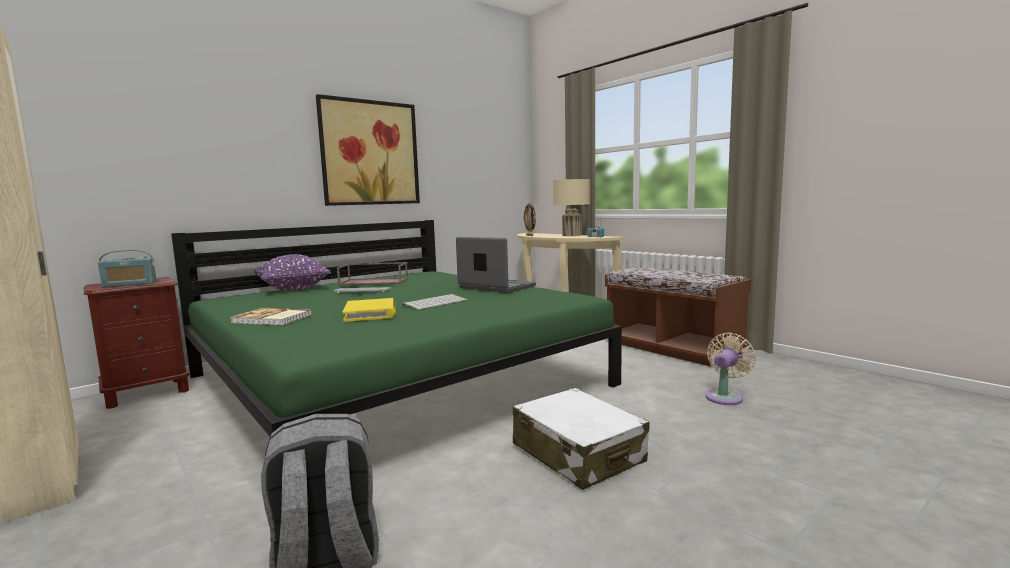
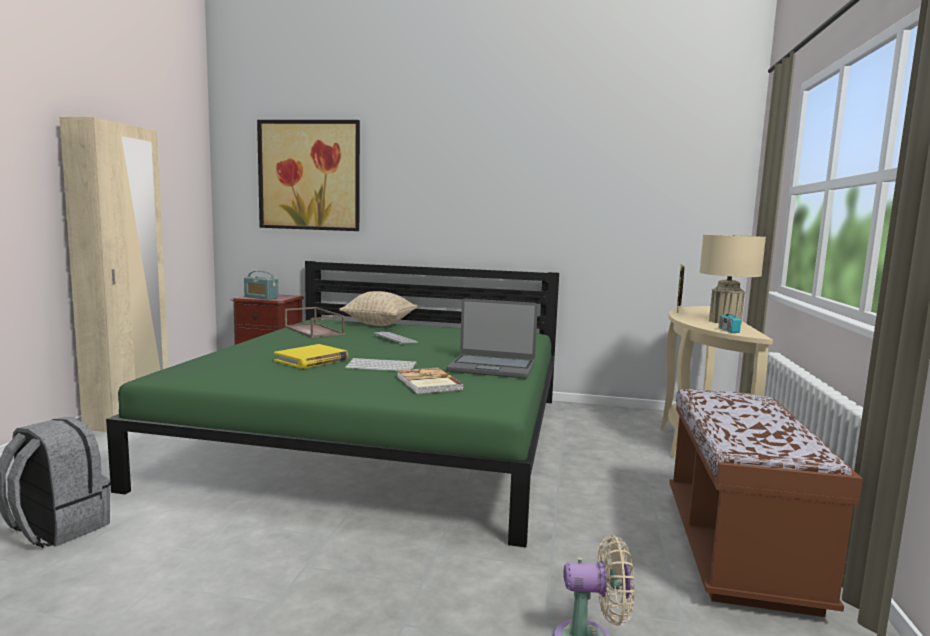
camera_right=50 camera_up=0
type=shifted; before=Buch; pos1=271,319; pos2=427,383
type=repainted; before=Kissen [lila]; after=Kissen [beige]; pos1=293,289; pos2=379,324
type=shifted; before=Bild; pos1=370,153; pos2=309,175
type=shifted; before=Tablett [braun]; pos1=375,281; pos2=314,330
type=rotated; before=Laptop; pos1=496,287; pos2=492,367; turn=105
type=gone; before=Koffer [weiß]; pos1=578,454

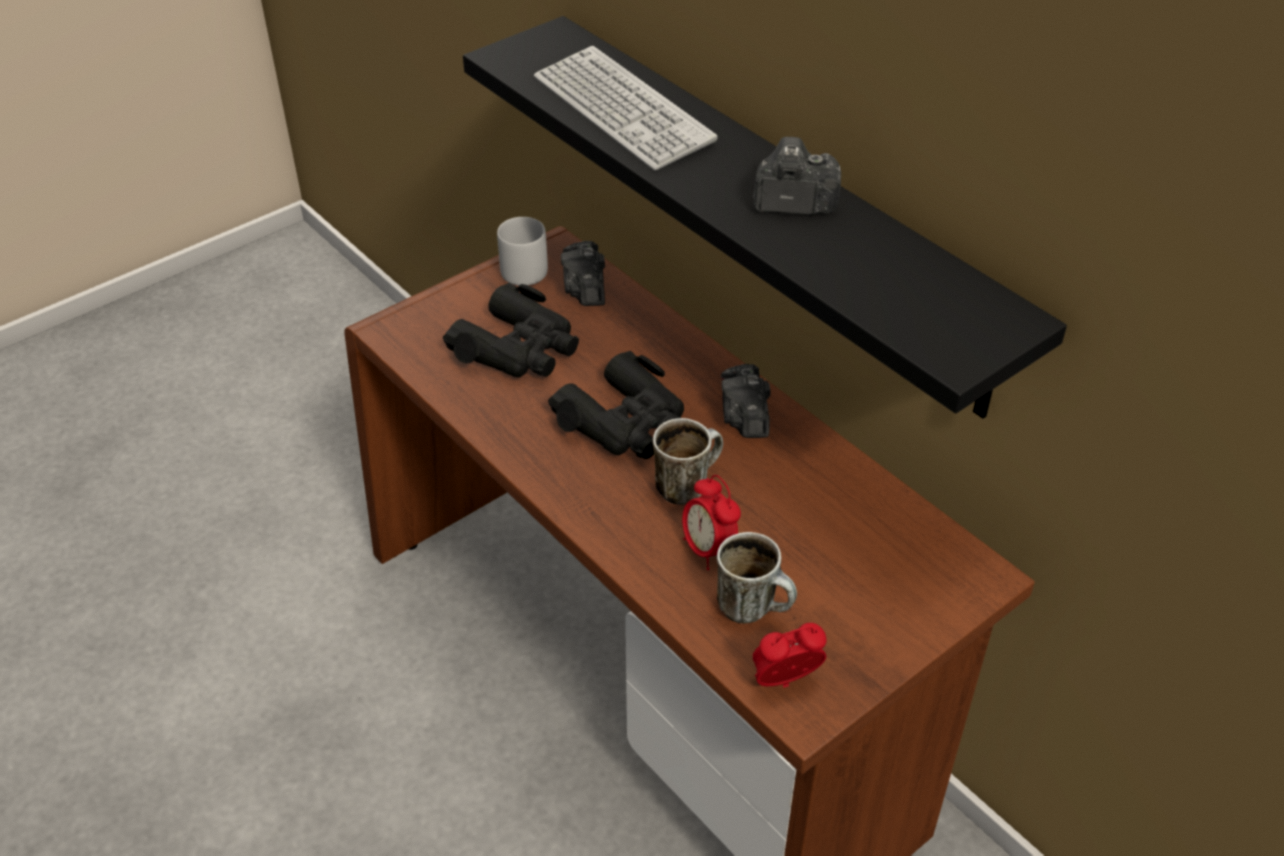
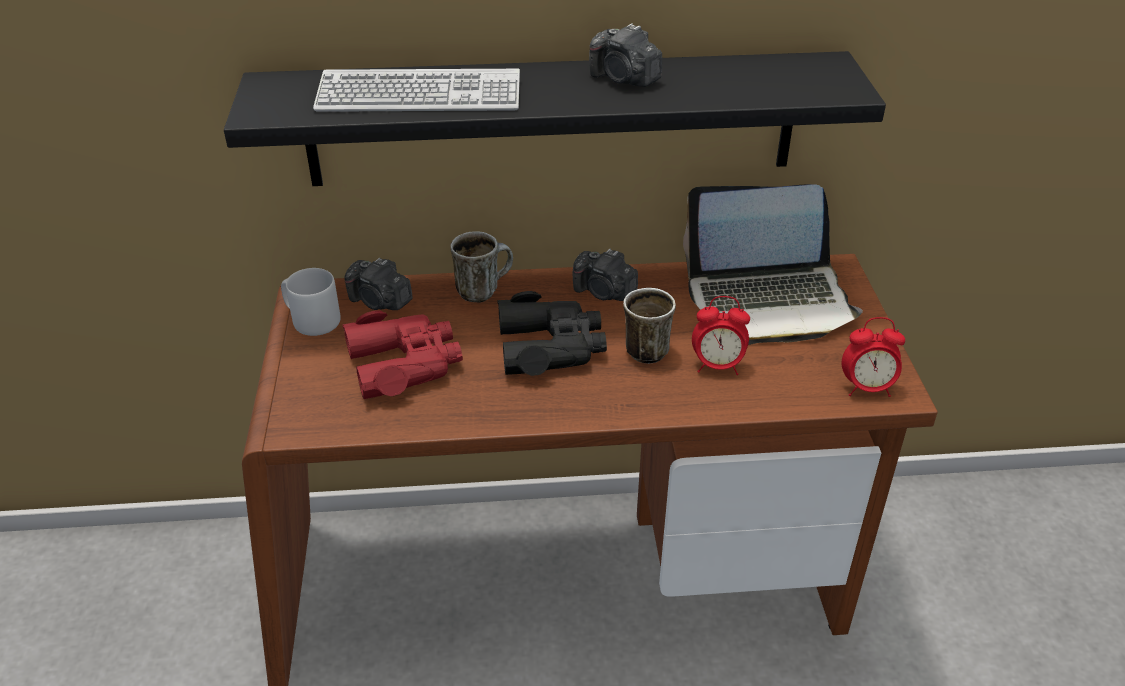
camera_right=-55 camera_up=-5
type=repainted; before=Fernglas [schwarz]; after=Fernglas [rot]; pos1=518,348; pos2=404,364
type=shifted; before=Henkelbecher; pos1=754,608; pos2=483,290
type=rotated; before=Kamera; pos1=793,203; pos2=624,79; turn=-90
type=rotated; before=Wecker; pos1=784,683; pos2=866,388; turn=-105
type=new; after=Laptop; pos2=769,301

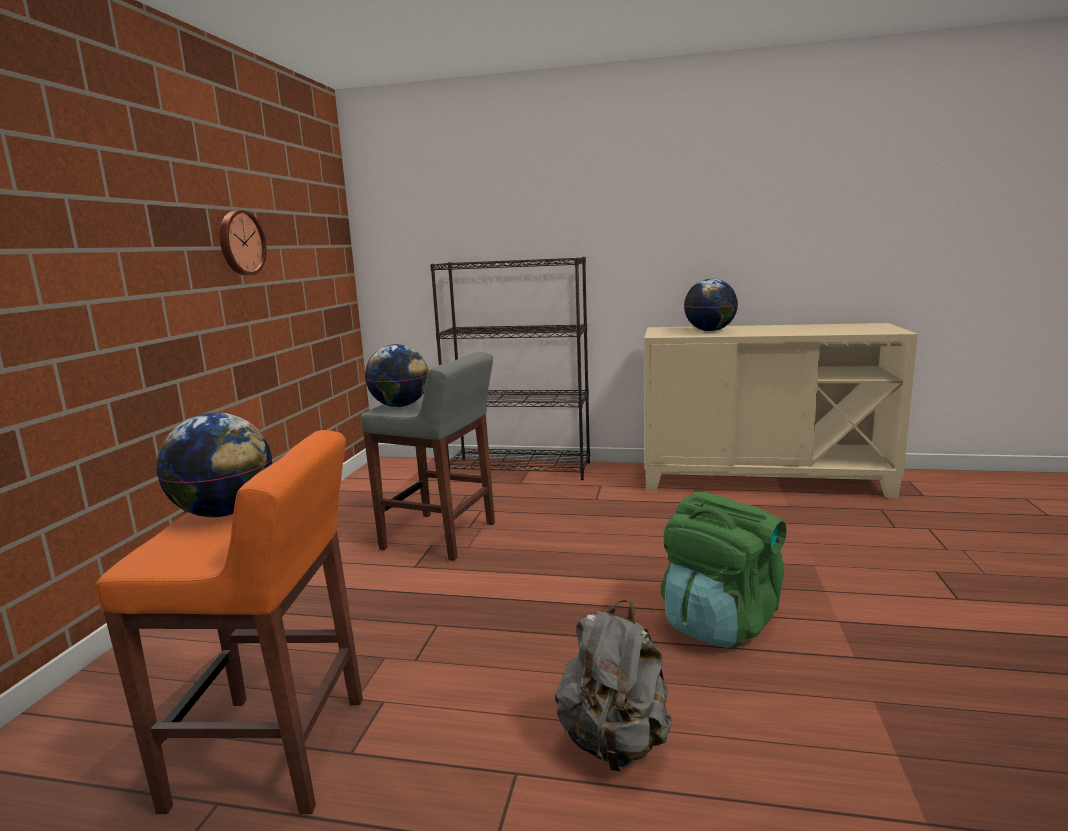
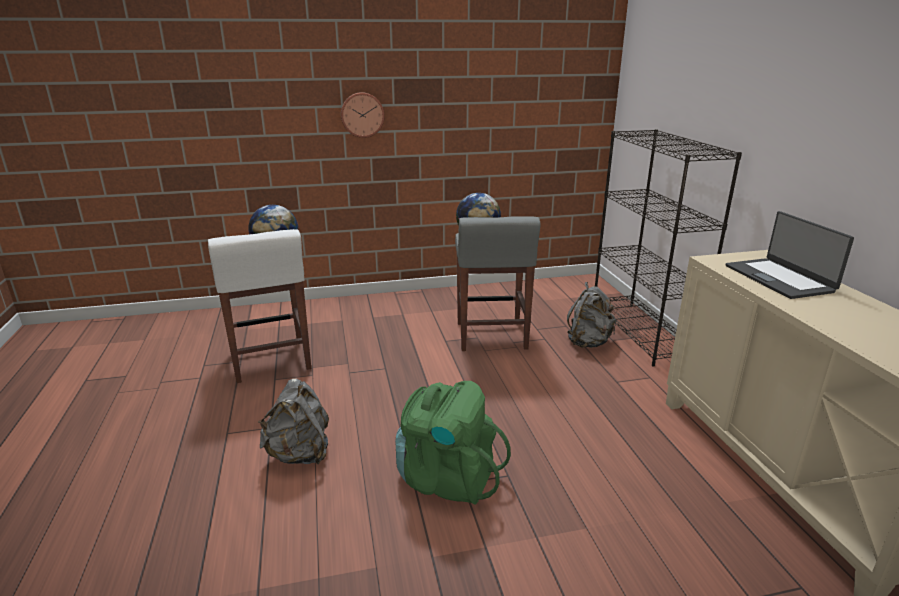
camera_right=65 camera_up=10
type=repainted; before=Hocker [orange]; after=Hocker [weiß]; pos1=273,752; pos2=270,361
type=shifted; before=Wanduhr; pos1=240,243; pos2=362,114
type=swapped; before=Globus; after=Laptop; pos1=710,331; pos2=779,278
type=new; after=Rucksack [grau]; pos2=588,342

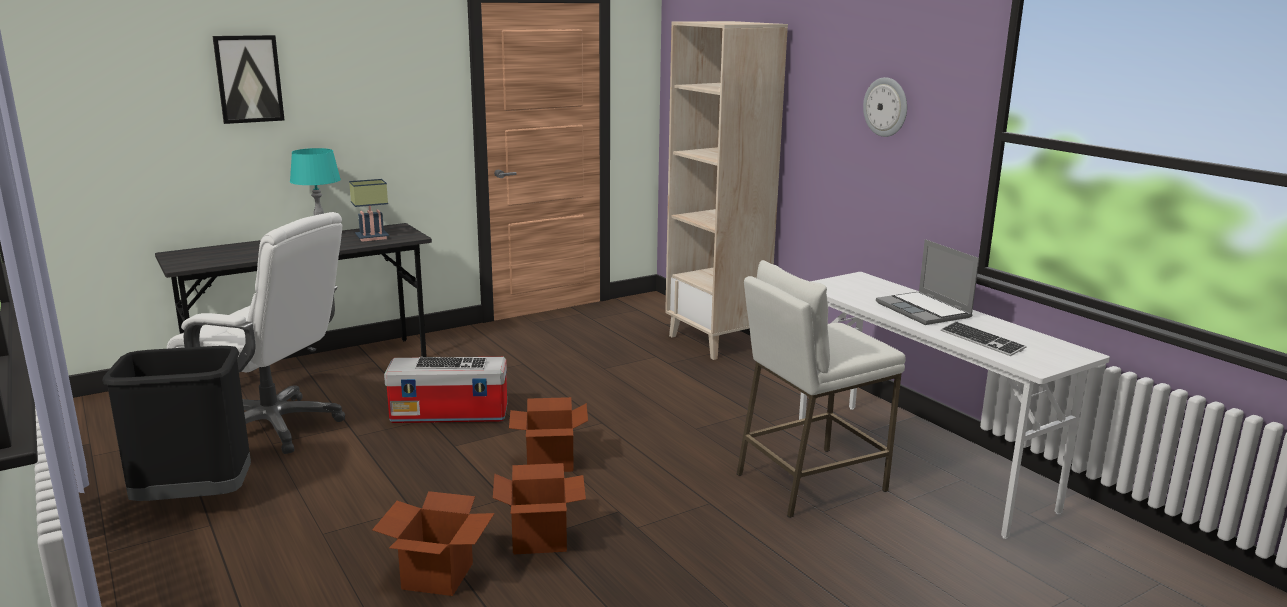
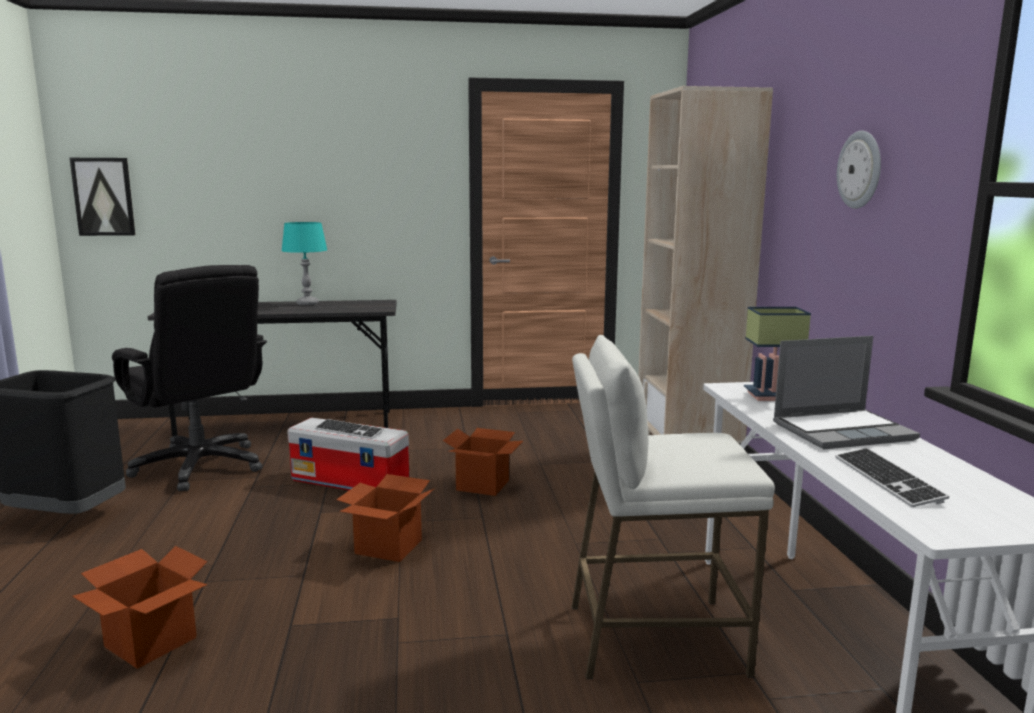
camera_right=25 camera_up=-5
type=repainted; before=Bürostuhl [weiß]; after=Bürostuhl [schwarz]; pos1=273,427; pos2=200,466
type=shifted; before=Bild; pos1=248,79; pos2=103,196
type=shifted; before=Tischlampe; pos1=373,237; pos2=772,395
type=shifted; before=Karton; pos1=539,539; pos2=482,485
type=rotated; before=Laptop; pos1=924,310; pos2=843,431; turn=-105

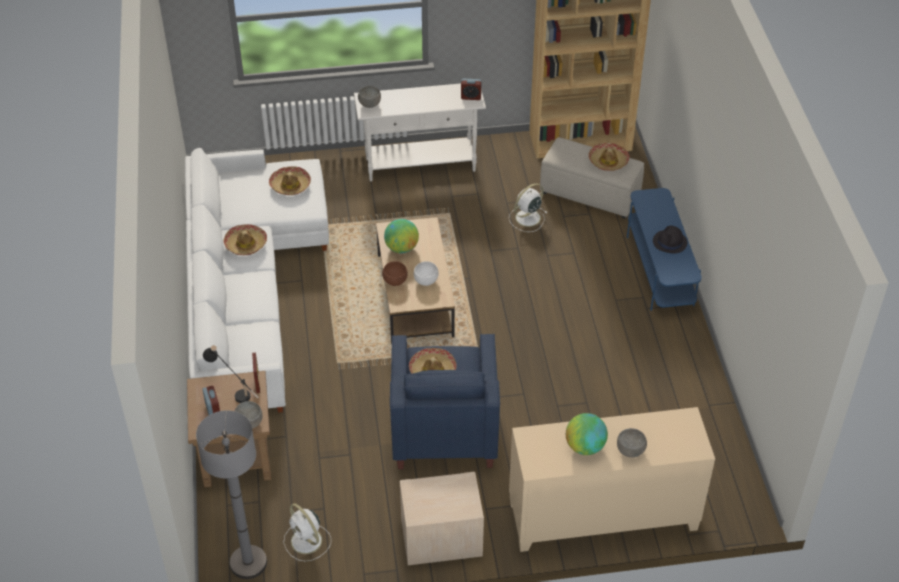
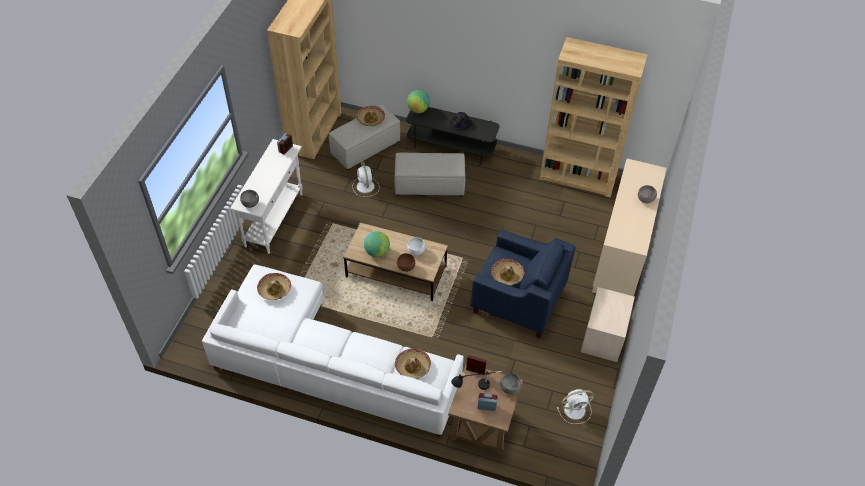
camera_right=-65 camera_up=5
type=gone; before=Stehlampe [grau]; pos1=248,563
type=shifted; before=Hut; pos1=246,244; pos2=413,366
type=shifted; before=Globus; pos1=585,447; pos2=418,110
type=repainted; before=Fernsehschrank [blau]; after=Fernsehschrank [grau]; pos1=659,270; pos2=452,146
type=new; after=Polsterhocker [beige]; pos2=430,185
type=new; after=Bücherregal [braun]; pos2=578,177

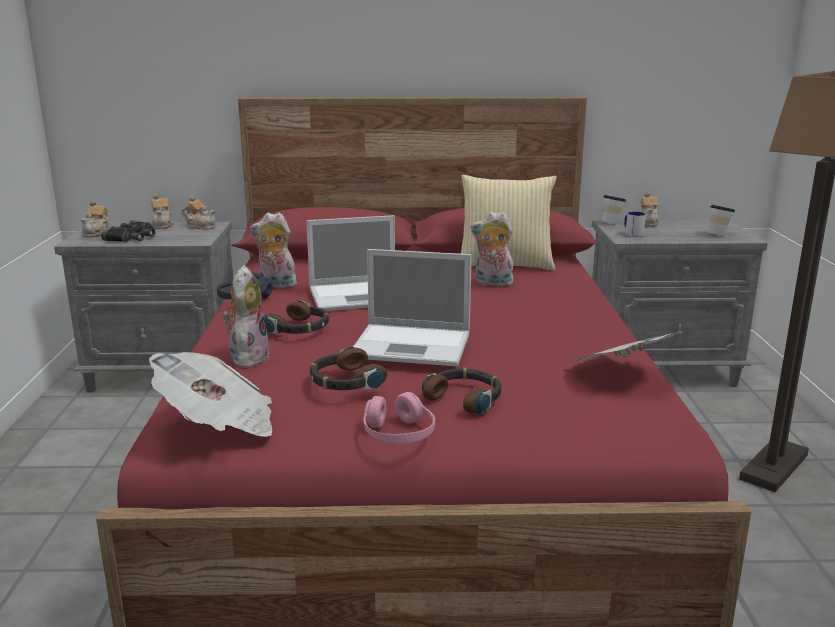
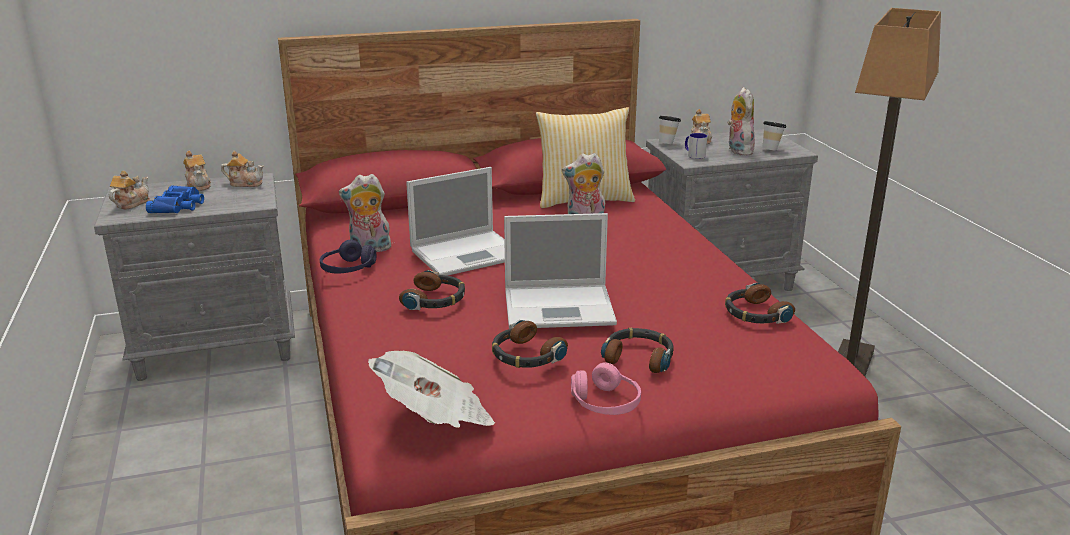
camera_right=-15 camera_up=5
type=rotated; before=Teekanne; pos1=97,233; pos2=131,203; turn=-150
type=repainted; before=Fernglas [schwarz]; after=Fernglas [blau]; pos1=132,237; pos2=178,206
type=shifted; before=Plüschtier; pos1=248,357; pos2=737,150
type=swapped; before=Zeitung; after=Kopfhörer; pos1=618,374; pos2=755,314

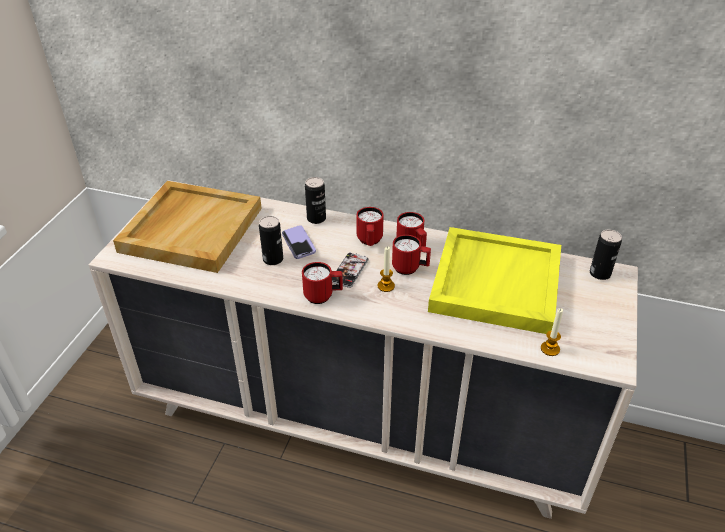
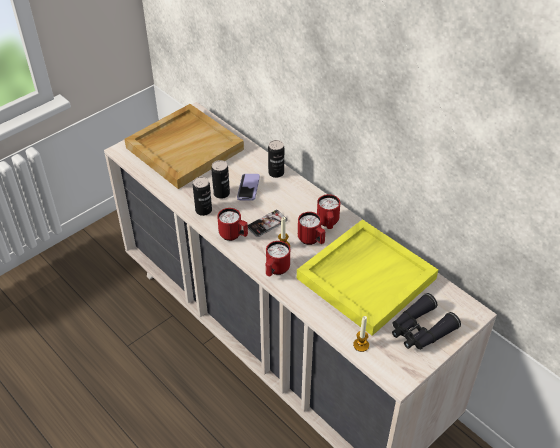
camera_right=30 camera_up=5
type=shifted; before=Henkelbecher [rot]; pos1=369,242; pos2=276,270
type=shifted; before=Dose; pos1=600,273; pos2=203,210
type=new; after=Fernglas [schwarz]; pos2=420,330

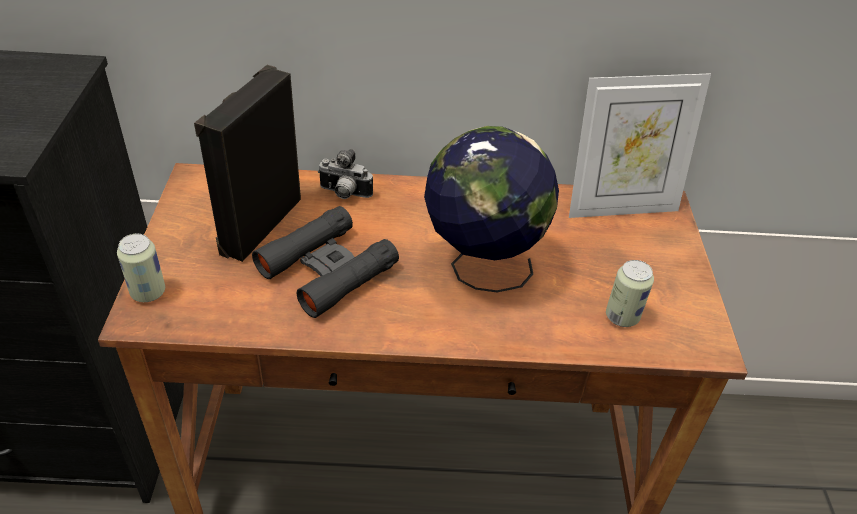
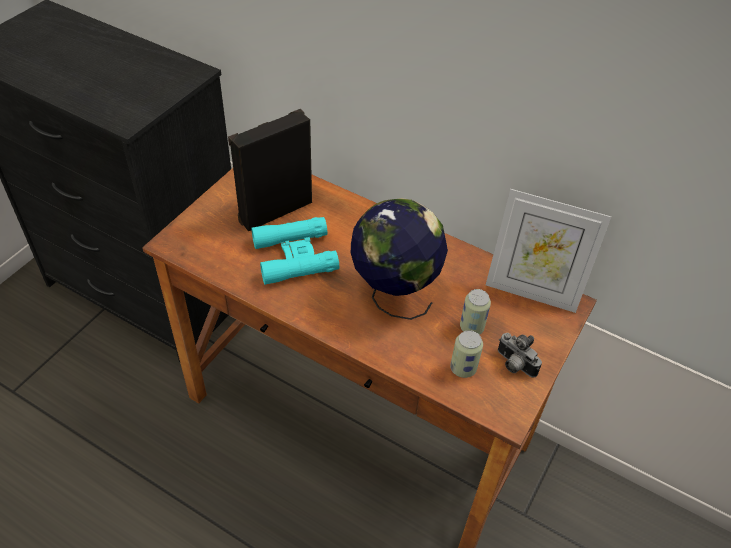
camera_right=30 camera_up=5
type=shifted; before=Dose; pos1=148,292; pos2=471,327
type=repainted; before=Fernglas [schwarz]; after=Fernglas [türkis]; pos1=327,269; pos2=295,256
type=shifted; before=Kamera; pos1=344,194; pos2=514,365

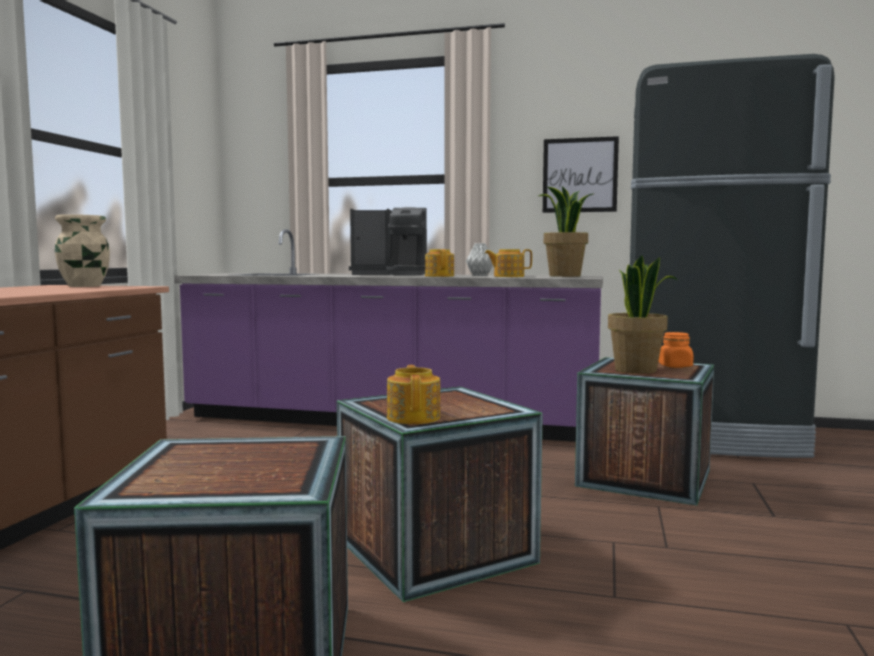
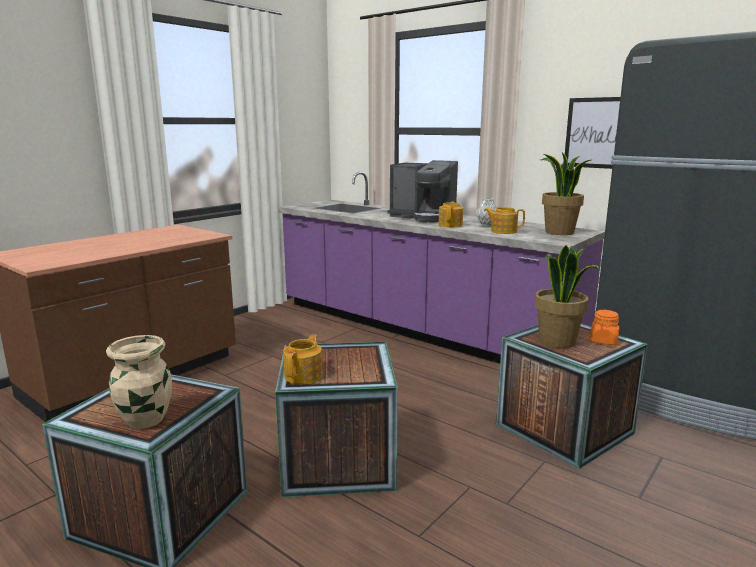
camera_right=25 camera_up=10
type=shifted; before=Vase [beige]; pos1=84,286; pos2=145,420

